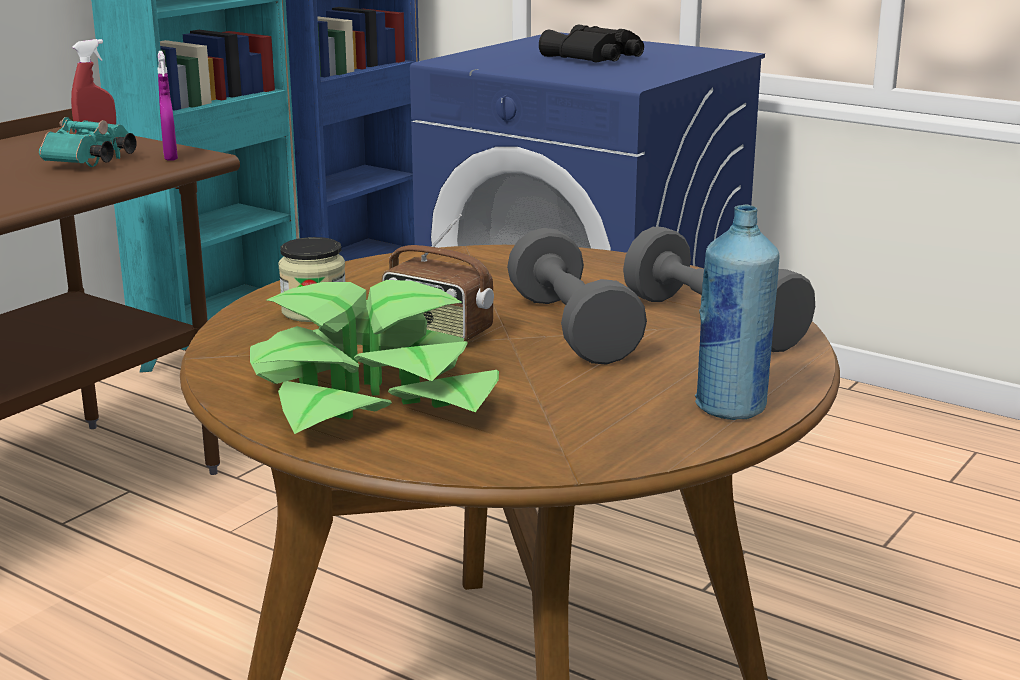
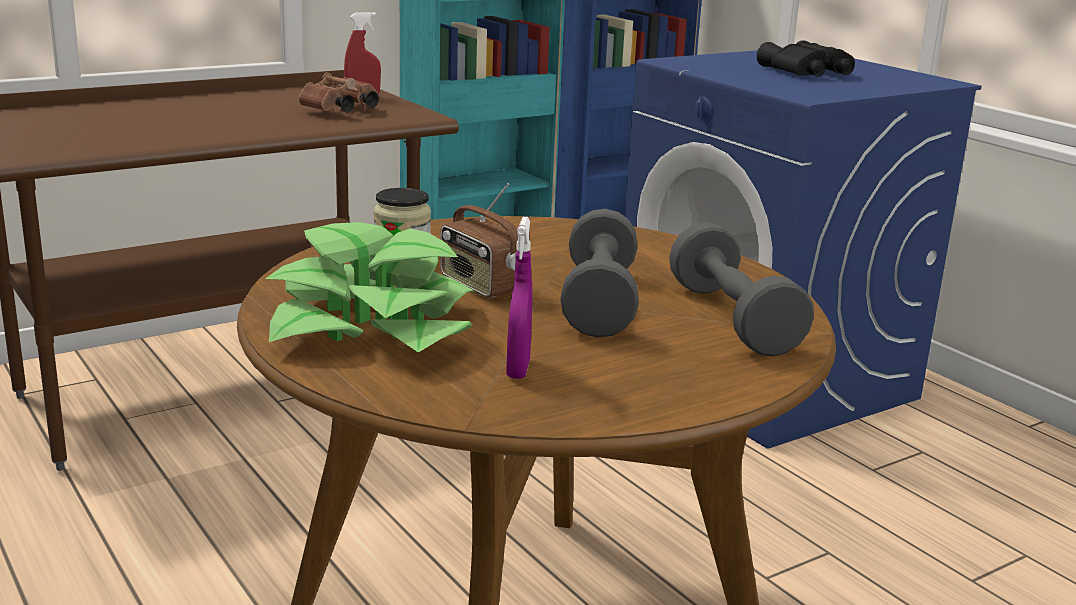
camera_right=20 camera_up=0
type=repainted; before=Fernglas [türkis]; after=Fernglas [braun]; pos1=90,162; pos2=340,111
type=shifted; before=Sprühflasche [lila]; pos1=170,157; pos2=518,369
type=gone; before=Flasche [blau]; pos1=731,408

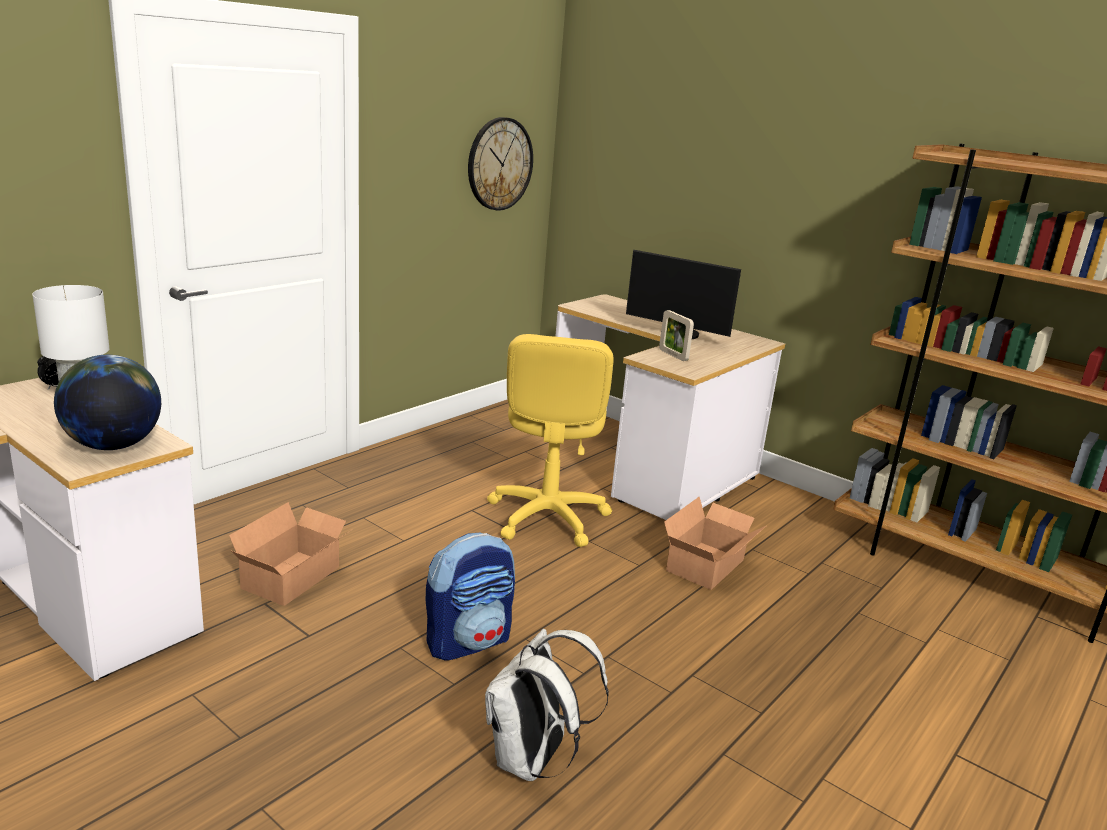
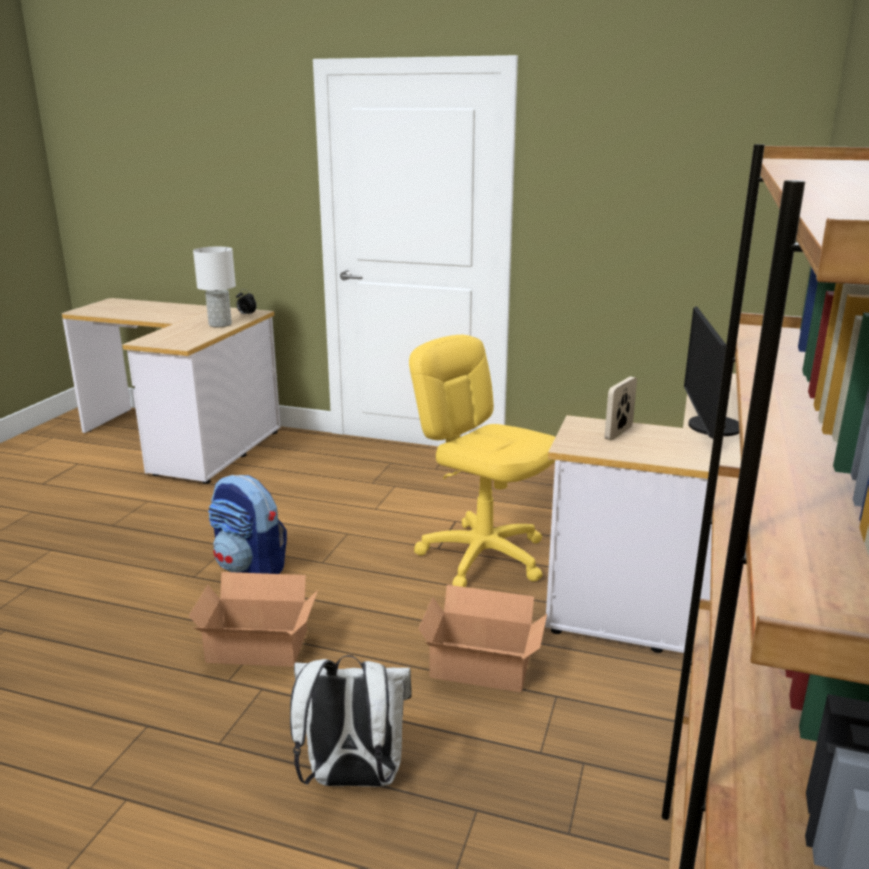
camera_right=70 camera_up=0
type=gone; before=Globus; pos1=113,445
type=shifted; before=Karton; pos1=295,578; pos2=258,649
type=gone; before=Wanduhr; pos1=499,164
type=shifted; before=Rucksack [weiß]; pos1=532,761; pos2=352,779
type=rotated; before=Bürostuhl [gelb]; pos1=547,517; pos2=483,556; turn=60

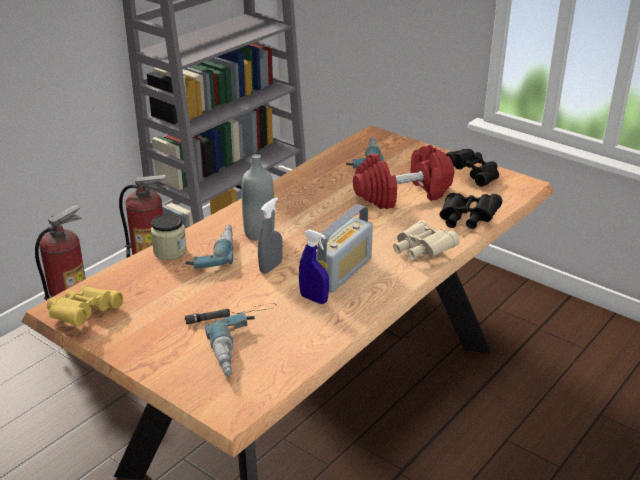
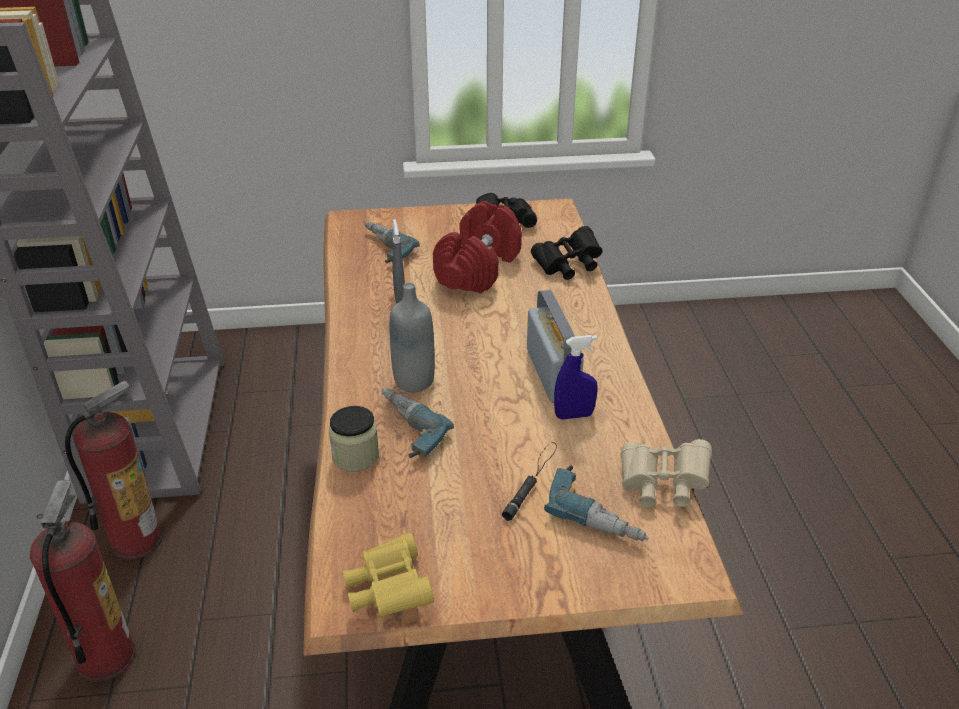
camera_right=-45 camera_up=5
type=shifted; before=Sprühflasche [grau]; pos1=270,267; pos2=399,297
type=shifted; before=Fernglas [beige]; pos1=421,251; pos2=662,485

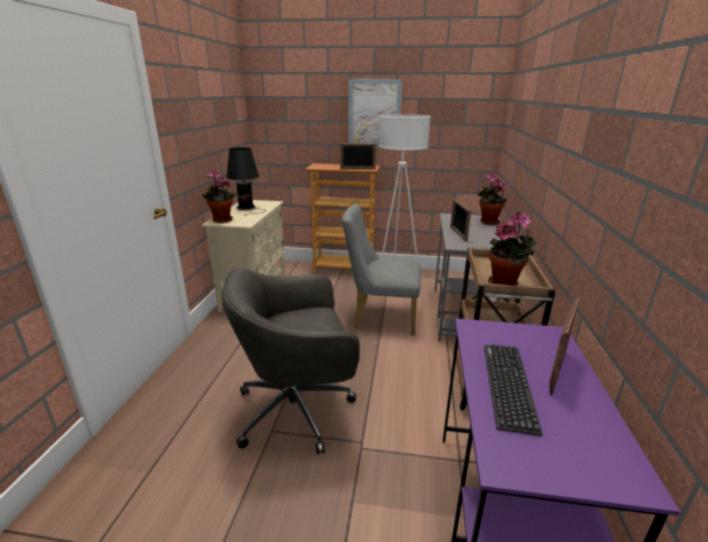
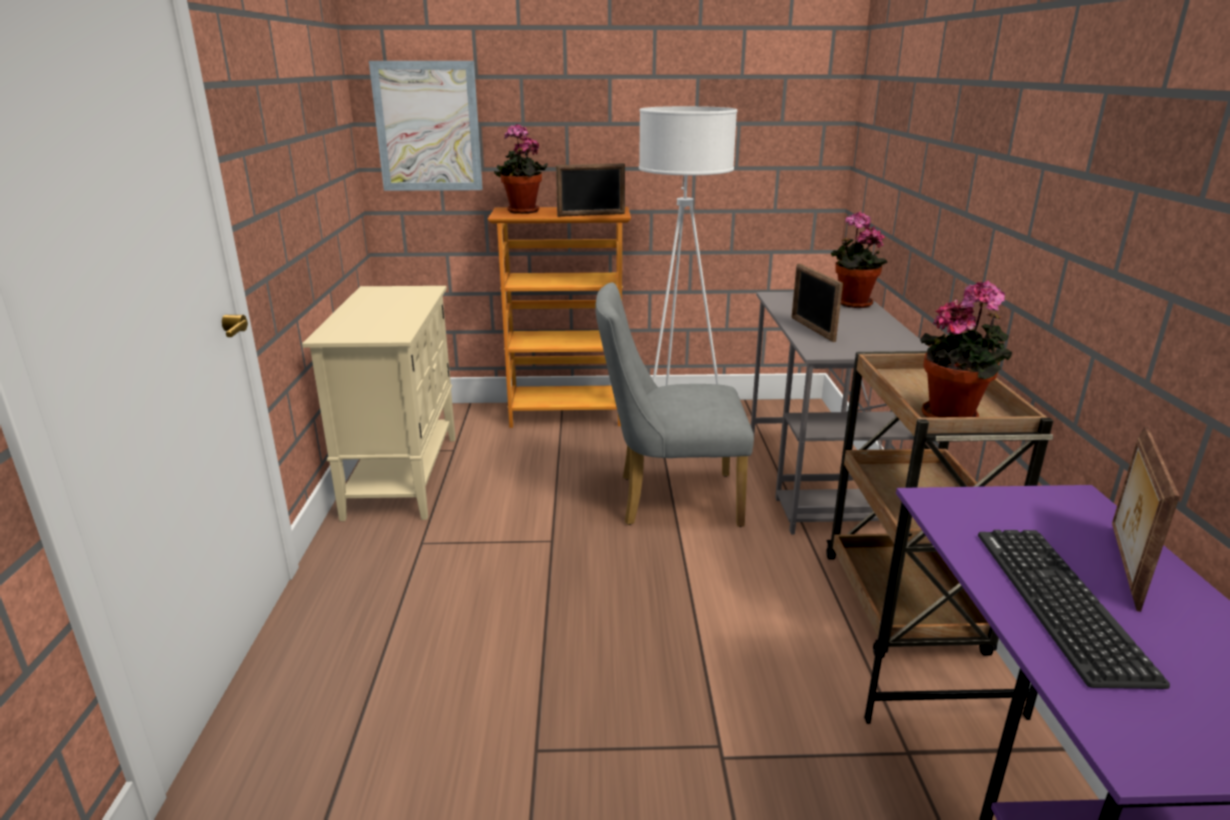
camera_right=-10 camera_up=0
type=shifted; before=Topfpflanze; pos1=221,221; pos2=522,212
type=gone; before=Bürostuhl [grau]; pos1=298,409
type=gone; before=Tischlampe [schwarz]; pos1=247,208
type=shifted; before=Bild; pos1=374,113; pos2=428,127

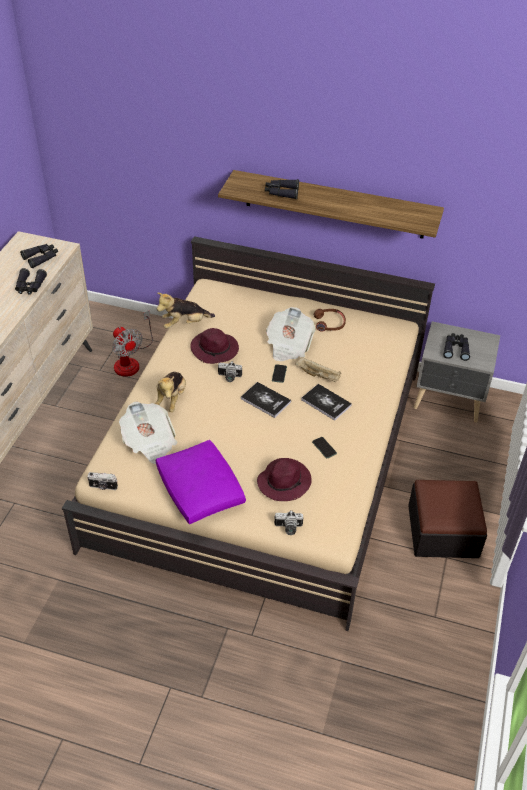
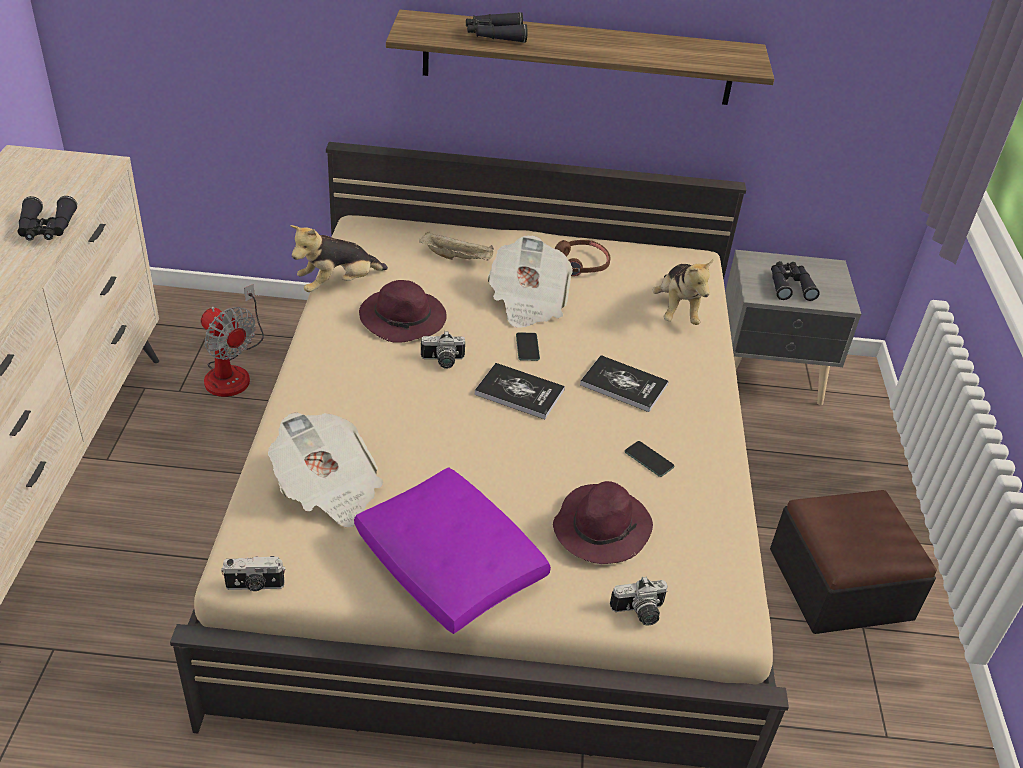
camera_right=-15 camera_up=-5
type=gone; before=Fernglas [schwarz]; pos1=41,258
type=shifted; before=Plüschtier; pos1=171,399; pos2=677,310
type=shifted; before=Tablett [beige]; pos1=318,375; pos2=457,257

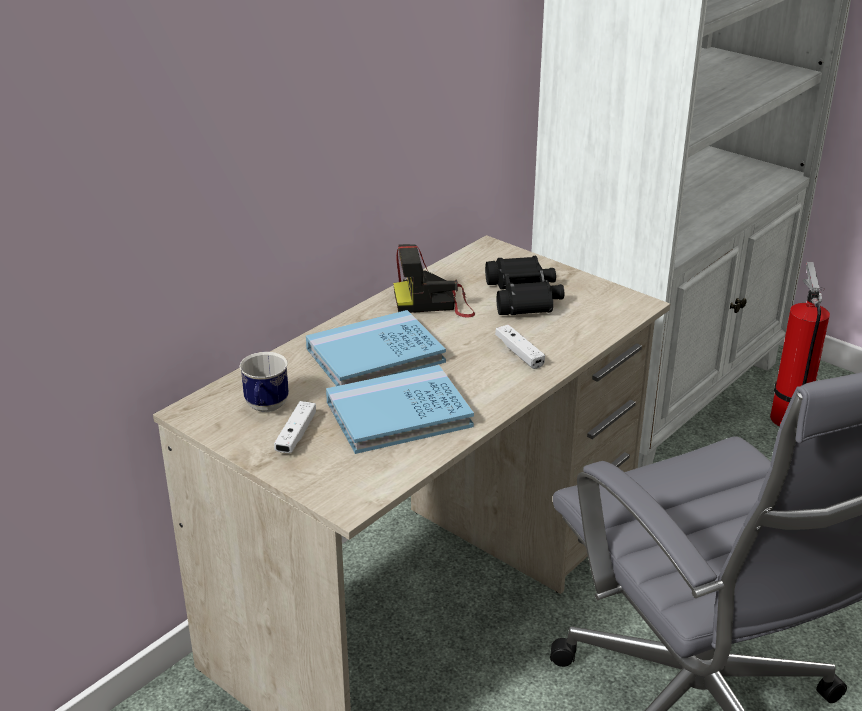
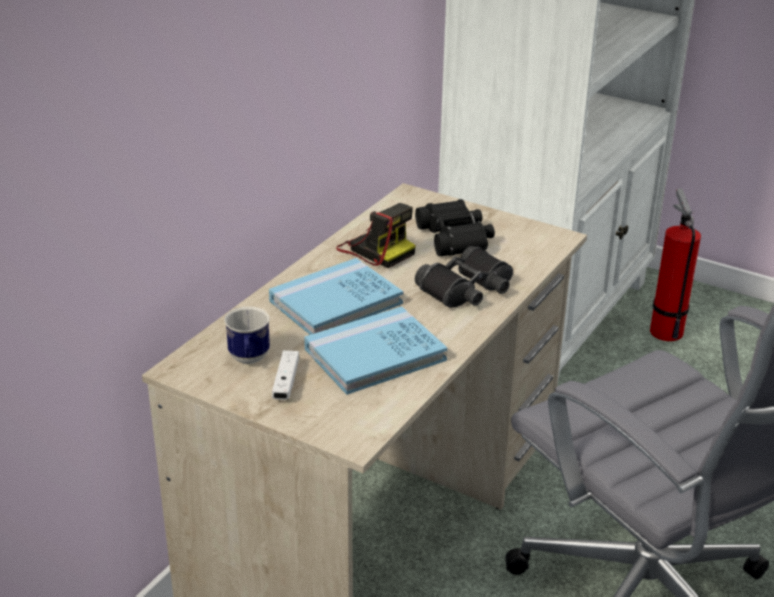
camera_right=-10 camera_up=0
type=rotated; before=Kamera; pos1=435,302; pos2=375,249; turn=-120
type=swapped; before=Gamepad [weiß]; after=Fernglas [schwarz]; pos1=519,353; pos2=467,290

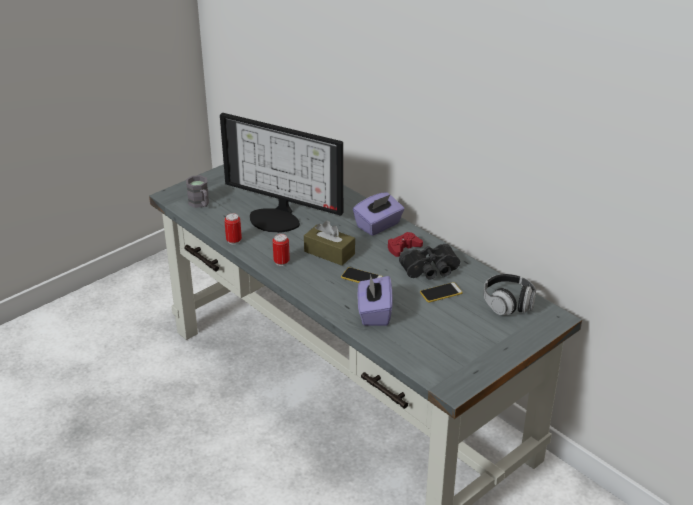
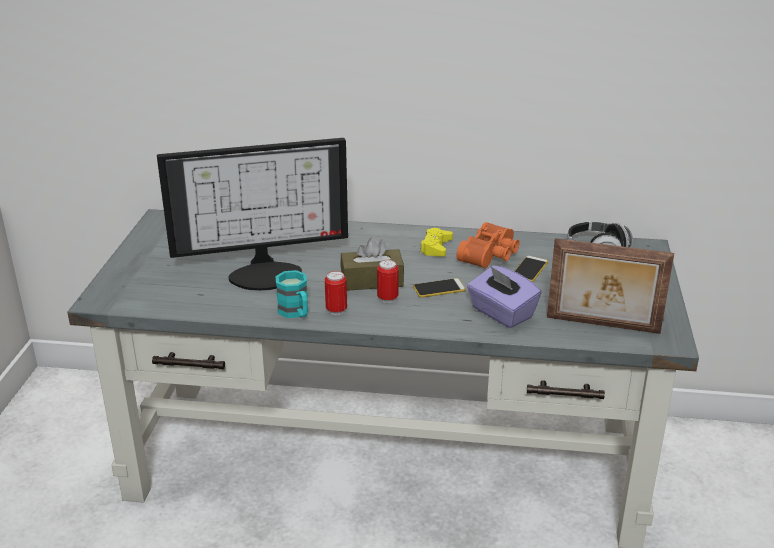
camera_right=-40 camera_up=-5
type=gone; before=Henkelbecher [grau]; pos1=200,204
type=shifted; before=Dose; pos1=234,241; pos2=387,298
type=gone; before=Taschentuchbox [lila]; pos1=378,225
type=repainted; before=Gamepad [rot]; after=Gamepad [gelb]; pos1=403,248; pos2=436,247
type=repainted; before=Fernglas [schwarz]; after=Fernglas [orange]; pos1=431,271; pos2=491,255
type=new; after=Henkelbecher [türkis]; pos2=296,313
type=new; after=Bilderrahmen; pos2=602,326

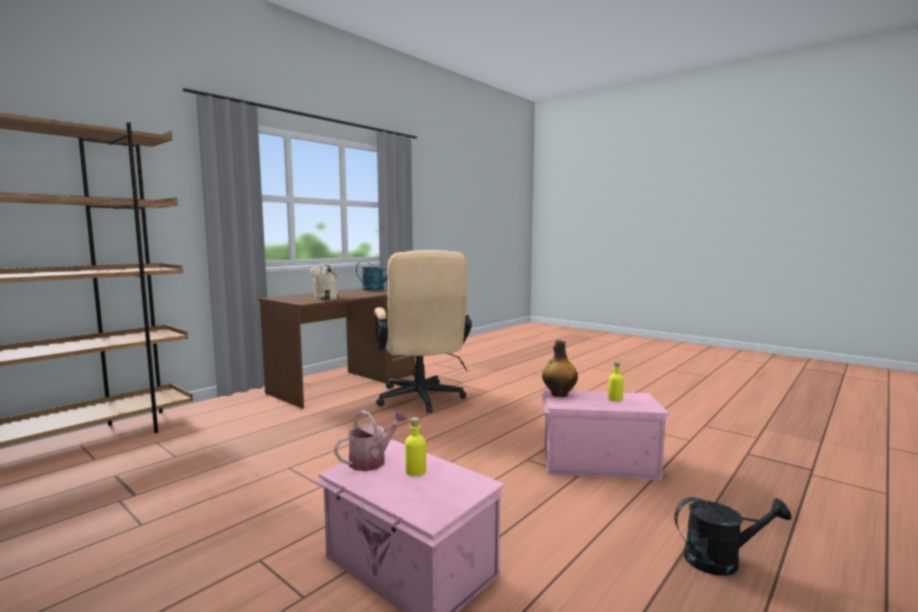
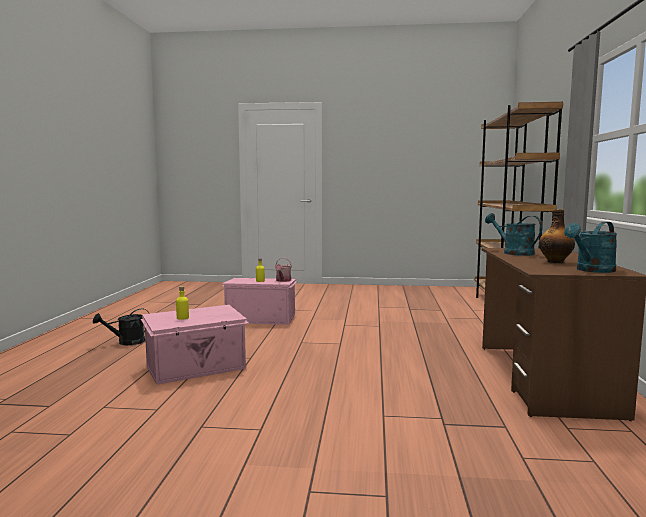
camera_right=145 camera_up=0
type=repainted; before=Gießkanne [beige]; after=Gießkanne [türkis]; pos1=324,299; pos2=513,253
type=gone; before=Bürostuhl [beige]; pos1=421,400
type=shifted; before=Flasche; pos1=559,394; pos2=555,262

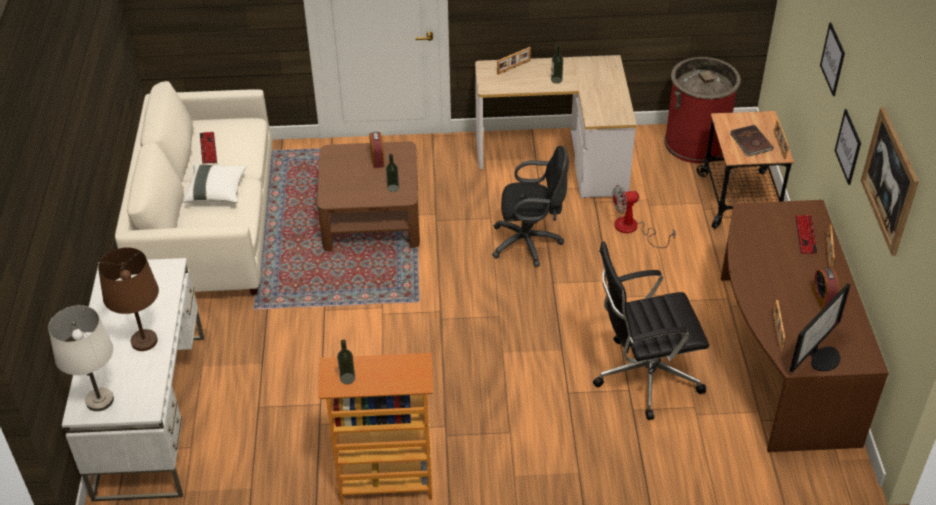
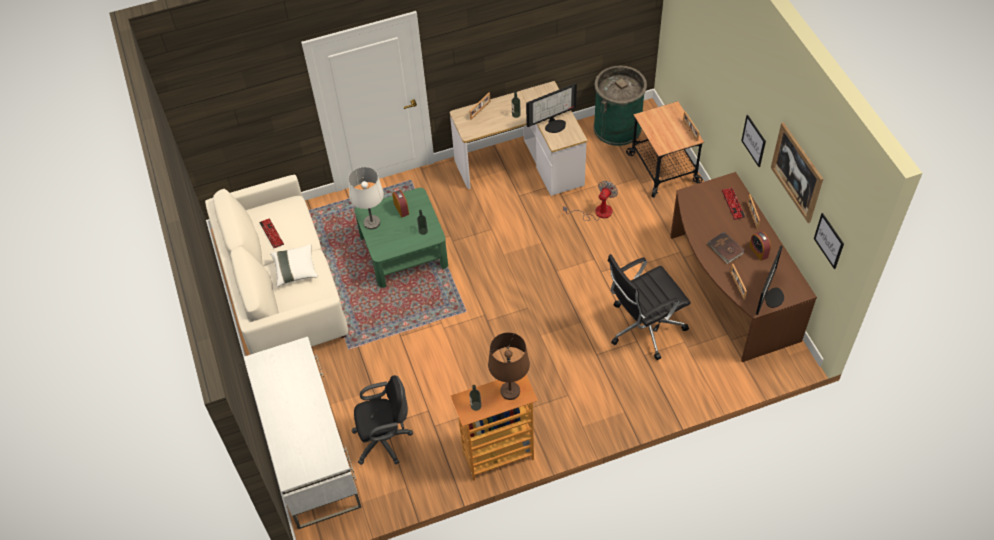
camera_right=-15 camera_up=10
type=shifted; before=Tischlampe [weiß]; pos1=99,400; pos2=371,223
type=shifted; before=Tischlampe [braun]; pos1=144,341; pos2=510,391
type=repainted; before=Couchtisch [braun]; after=Couchtisch [grün]; pos1=371,217; pos2=403,250
type=shifted; before=Bürostuhl [schwarz]; pos1=529,243; pos2=385,440
type=rotated; before=Ventilator; pos1=633,229; pos2=597,212; turn=150
type=repainted; before=Mülleimer [rot]; after=Mülleimer [grün]; pos1=696,143; pos2=617,127
type=shifted; before=Buch [braun]; pos1=750,142; pos2=725,249
type=shifted; before=Bild; pos1=833,59; pos2=829,240
type=new; after=Monitor; pos2=554,124

